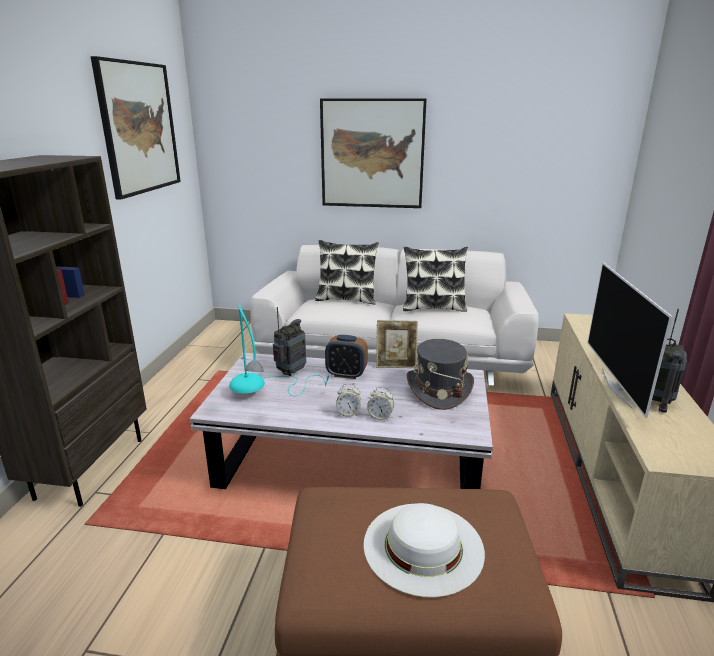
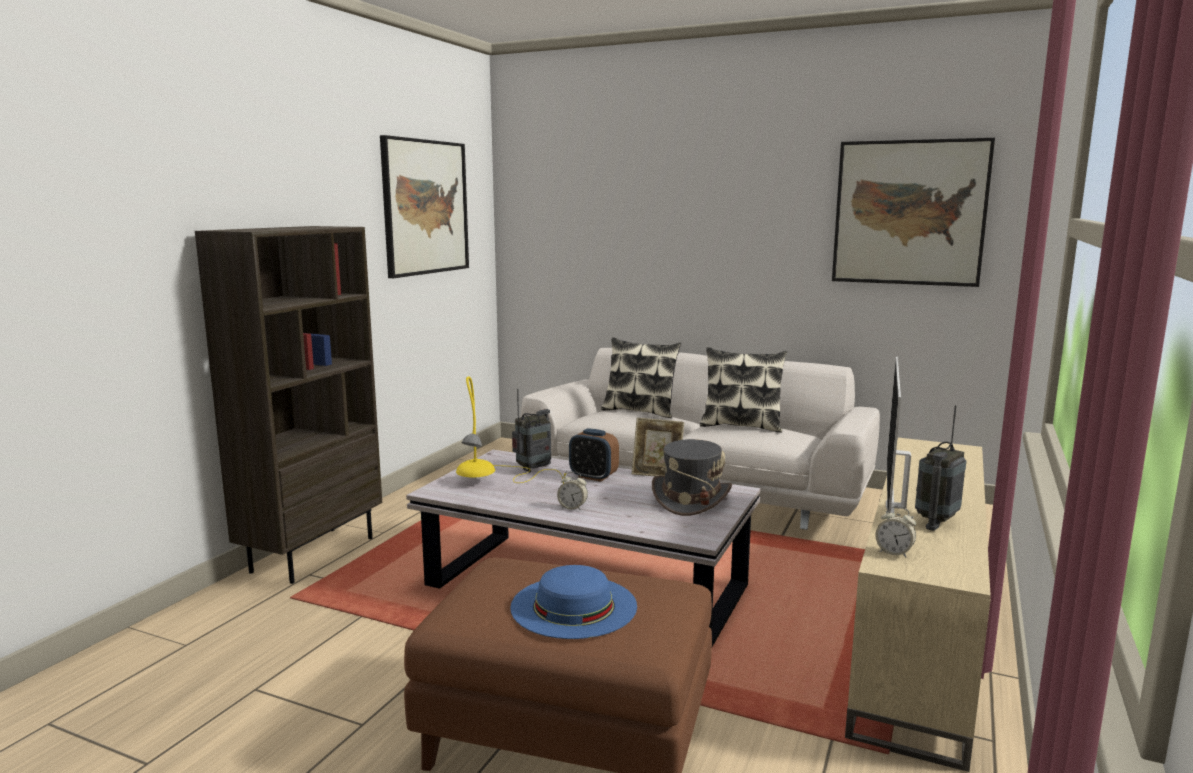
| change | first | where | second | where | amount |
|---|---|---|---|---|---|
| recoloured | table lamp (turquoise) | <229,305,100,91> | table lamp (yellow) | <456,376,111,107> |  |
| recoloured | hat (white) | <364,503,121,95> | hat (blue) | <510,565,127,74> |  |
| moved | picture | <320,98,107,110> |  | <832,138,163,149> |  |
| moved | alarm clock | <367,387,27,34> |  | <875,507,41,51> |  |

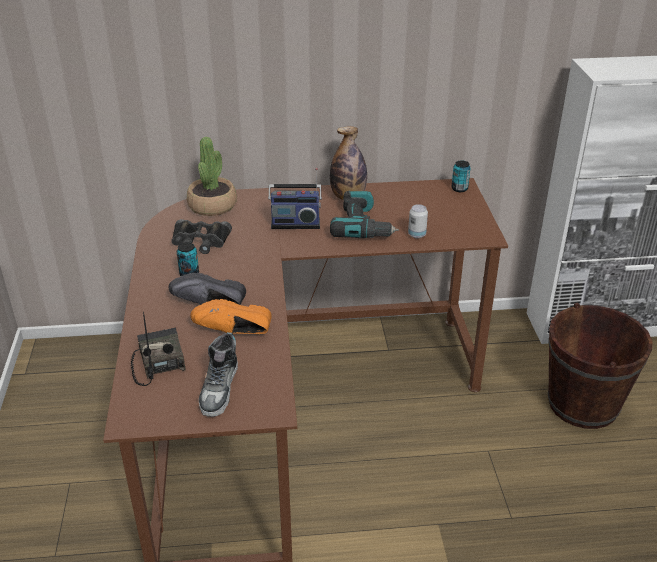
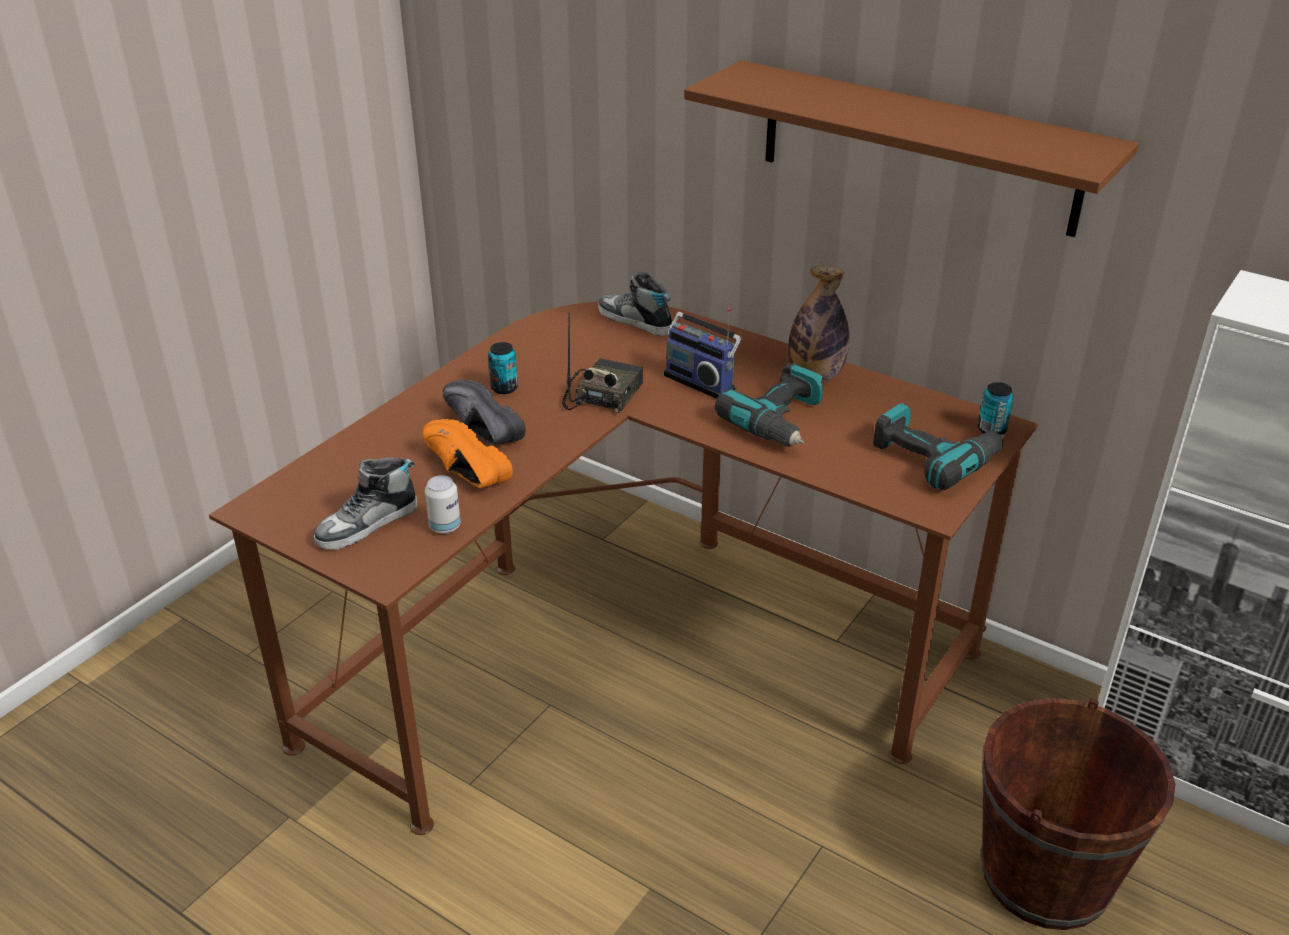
| change | first | where | second | where | amount |
|---|---|---|---|---|---|
| moved | can | <408,204,20,34> |  | <425,475,36,59> |  |
| moved | radio | <131,312,55,74> |  | <562,313,81,100> |  |
| replaced | potted plant | <187,137,50,79> | shoe | <598,272,74,64> |  |
| added |  |  | shelf (brown) | <684,60,455,177> |  |
| added |  |  | power drill | <873,403,131,87> |  |
| removed | binoculars (black) | <171,219,61,35> |  |  |  |

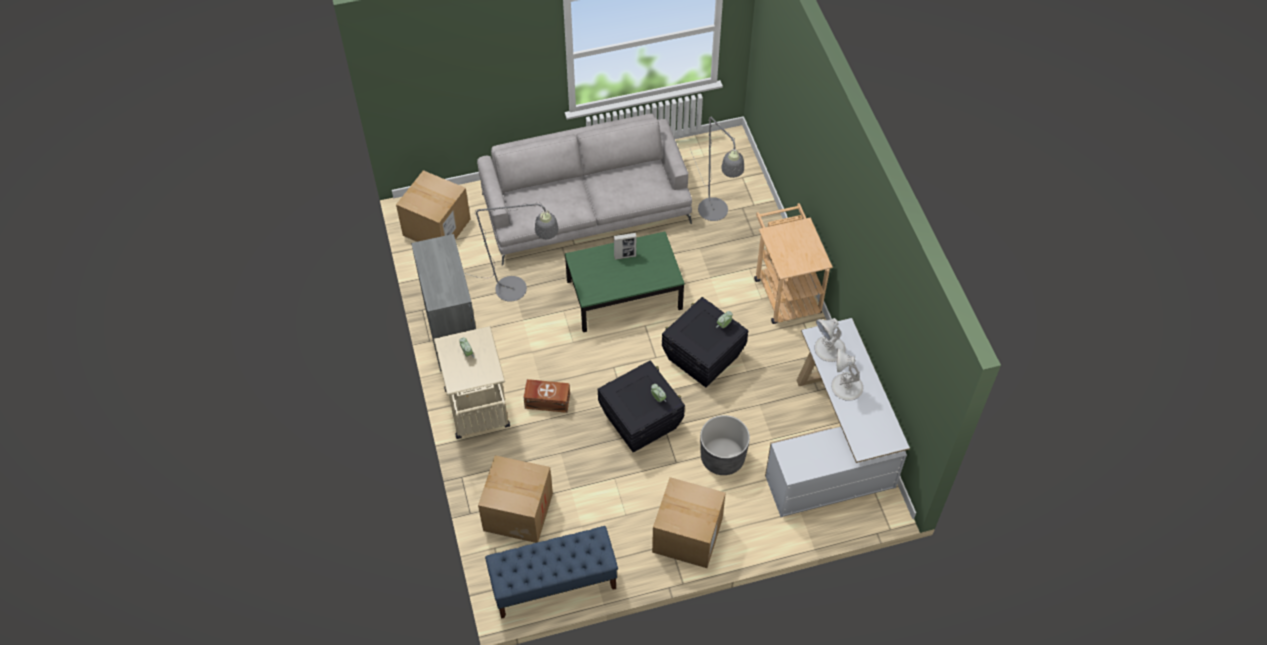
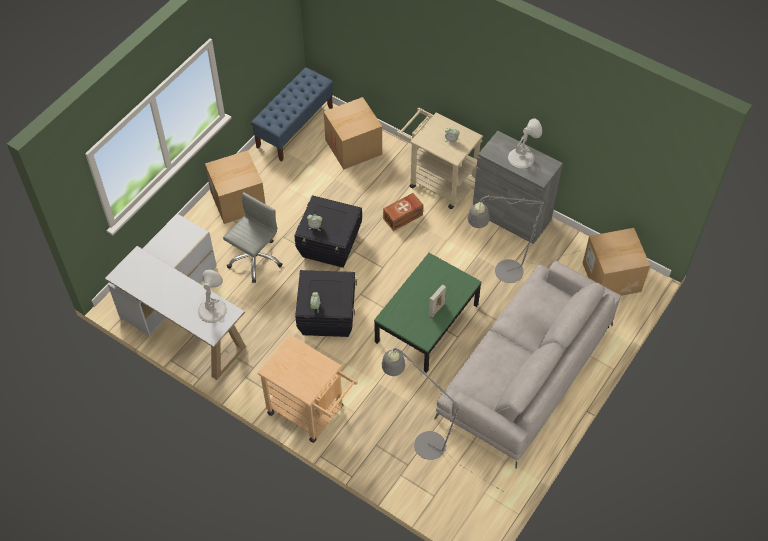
| change | first | where | second | where | amount |
|---|---|---|---|---|---|
| replaced | planter (grey) | <700,415,50,60> | office chair (grey) | <223,192,59,91> |  |
| moved | table lamp (white) | <831,348,32,53> |  | <508,119,34,50> |  |

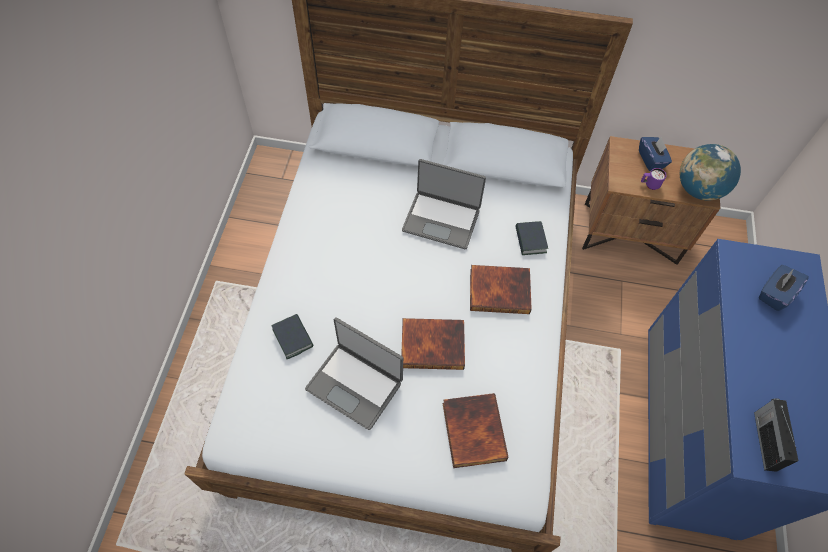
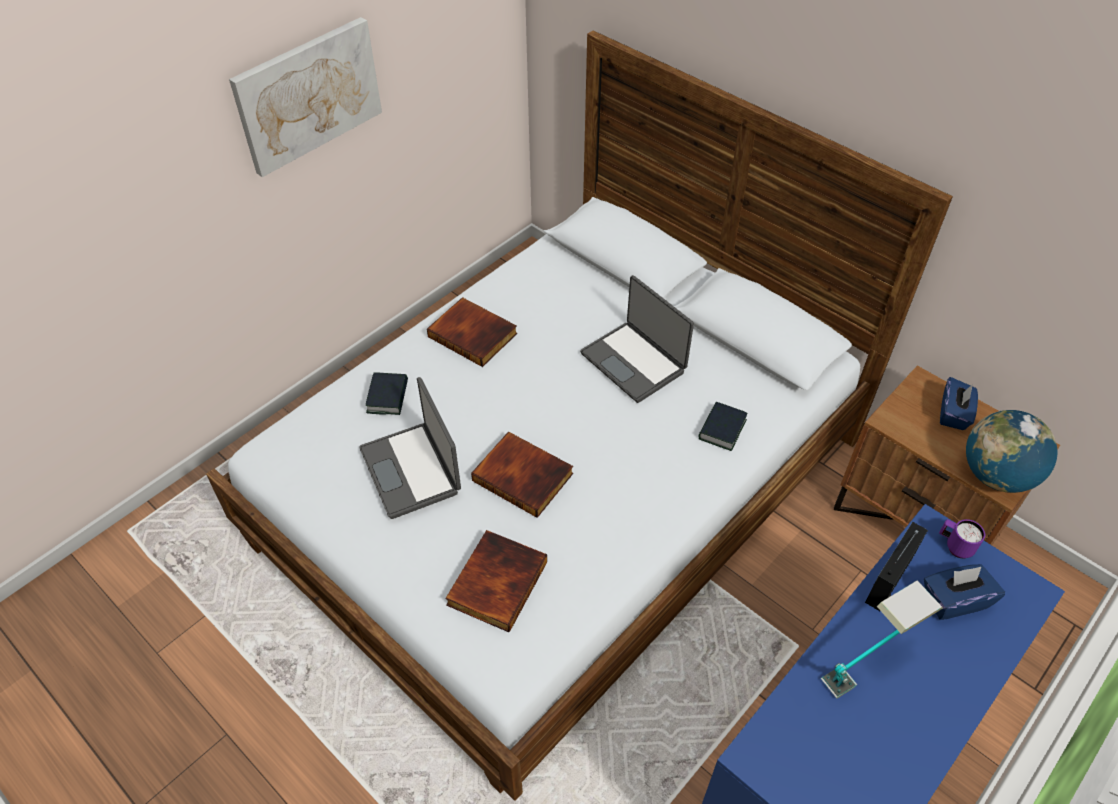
| change | first | where | second | where | amount |
|---|---|---|---|---|---|
| added |  |  | picture | <229,17,153,160> |  |
| moved | book | <470,265,62,49> |  | <427,297,90,70> |  |
| added |  |  | table lamp | <821,580,122,118> |  |
| moved | radio | <754,398,44,74> |  | <865,522,63,89> |  |
| moved | mug (purple) | <641,168,25,22> |  | <939,519,46,39> |  |

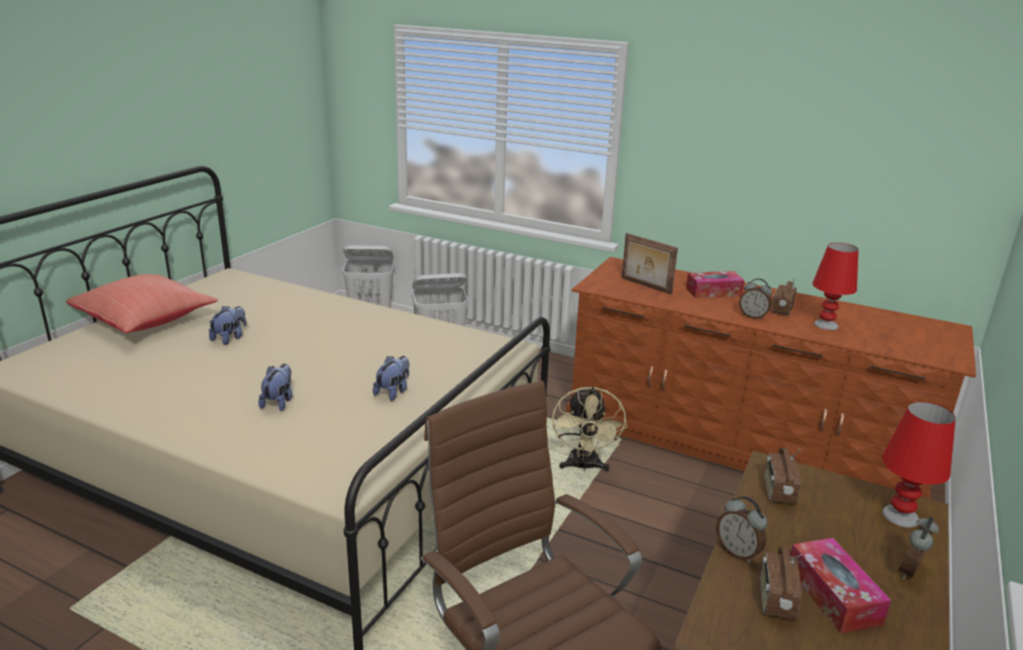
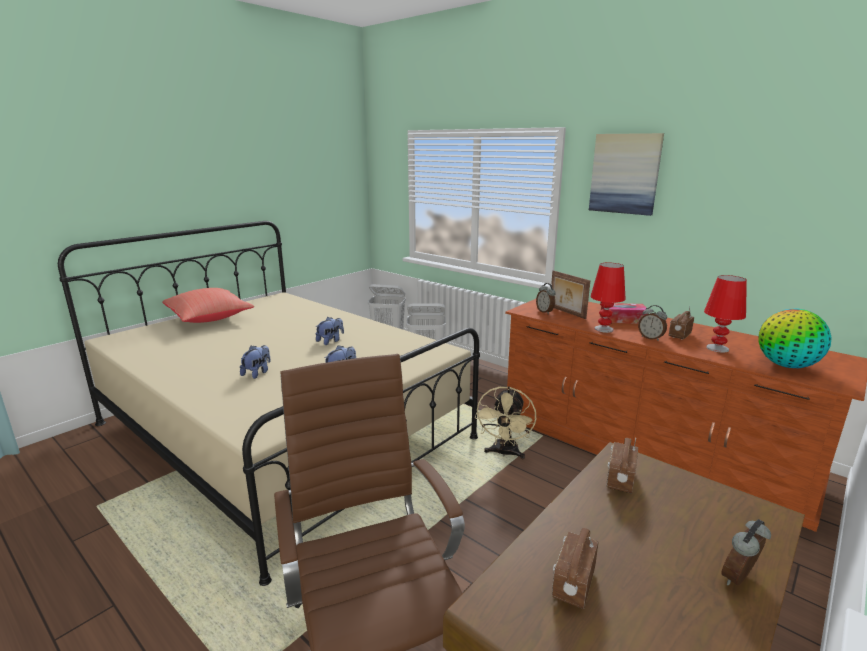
| change | first | where | second | where | amount |
|---|---|---|---|---|---|
| moved | plush toy | <209,306,38,39> |  | <315,317,29,28> |  |
| moved | alarm clock | <716,496,51,67> |  | <536,283,20,31> |  |
| added |  |  | picture | <589,133,75,83> |  |
| moved | table lamp (red) | <882,401,74,127> |  | <590,263,36,70> |  |
| added |  |  | globe | <758,309,74,59> |  |
| removed | tissue box | <790,538,101,95> |  |  |  |

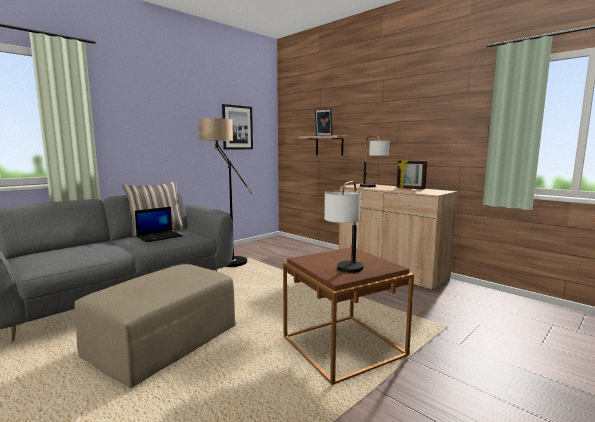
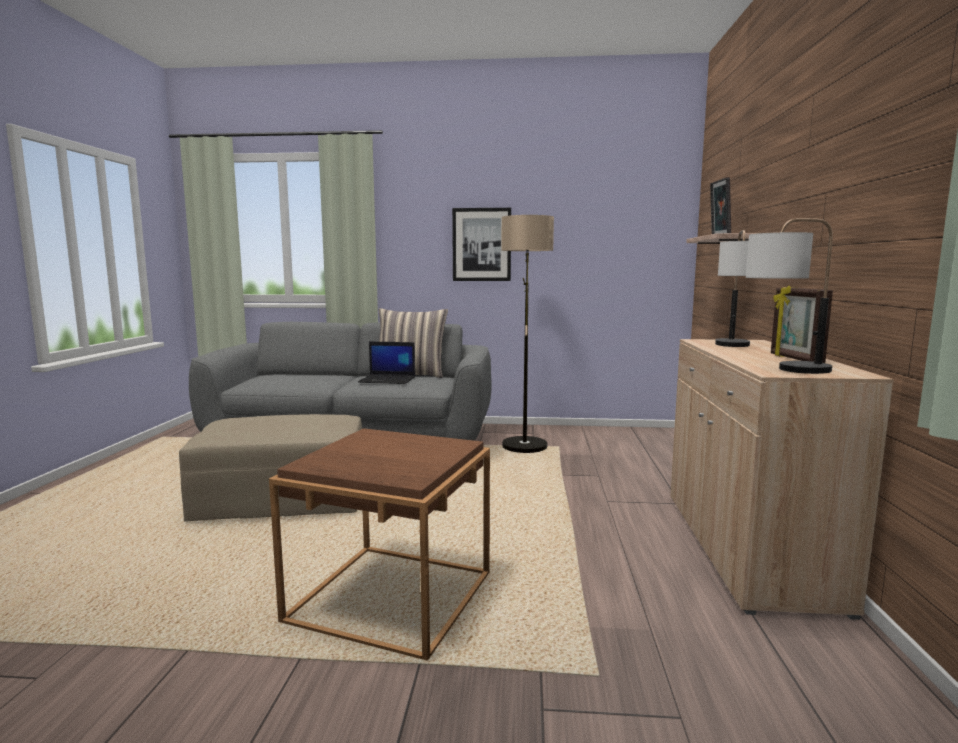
| change | first | where | second | where | amount |
|---|---|---|---|---|---|
| moved | picture | <222,104,31,45> |  | <452,208,59,73> |  |
| moved | table lamp | <324,181,39,92> |  | <746,218,87,156> |  |

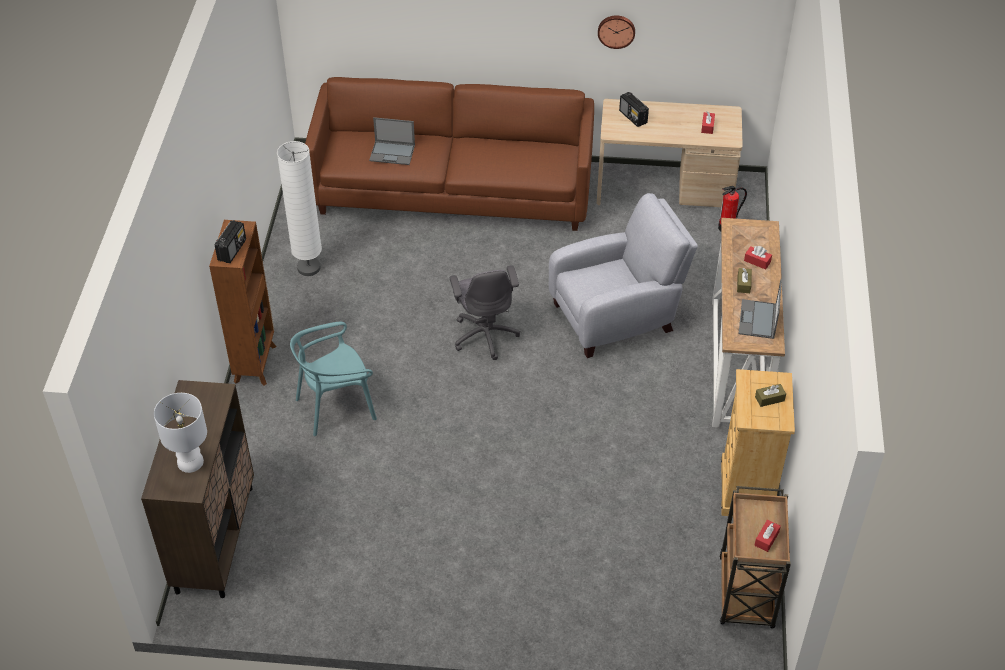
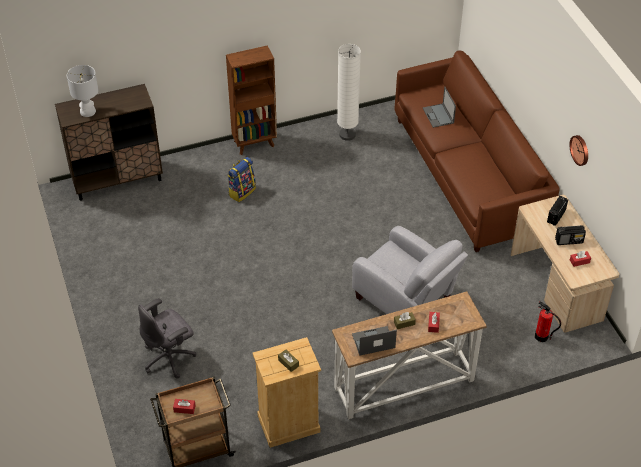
| change | first | where | second | where | amount |
|---|---|---|---|---|---|
| moved | office chair (grey) | <450,265,70,95> |  | <138,298,58,81> |  |
| replaced | chair (turquoise) | <290,322,87,114> | backpack | <228,157,28,45> |  |
| moved | radio | <215,220,31,43> |  | <555,225,31,20> |  |

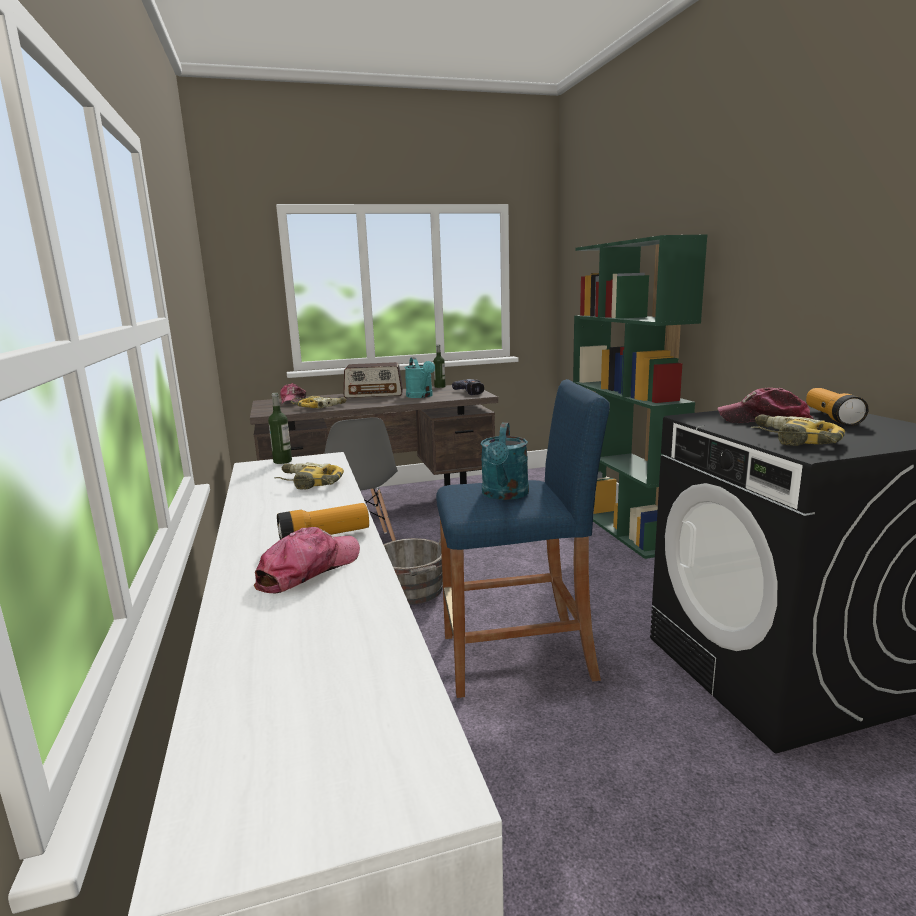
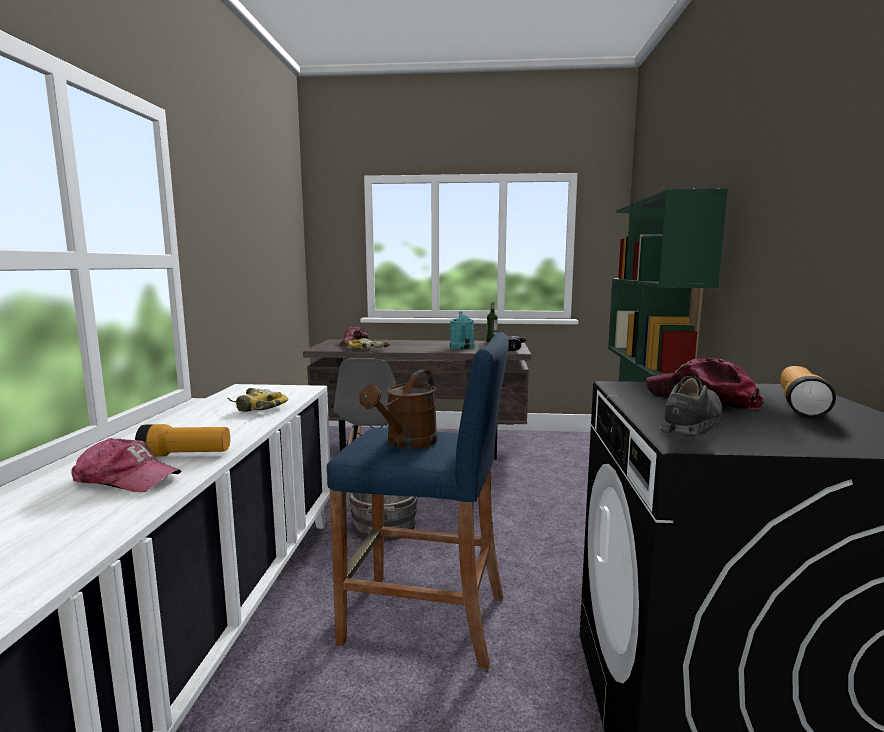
| change | first | where | second | where | amount |
|---|---|---|---|---|---|
| turned | cap | <254,527,106,66> |  | <71,438,110,54> | 45 degrees clockwise |
| recoloured | watering can (turquoise) | <481,422,48,78> | watering can (brown) | <359,370,79,79> |  |
| replaced | power drill | <751,415,94,31> | shoe (grey) | <660,376,62,60> |  |
| removed | bottle | <268,393,24,71> |  |  |  |
| removed | radio | <344,362,59,36> |  |  |  |

